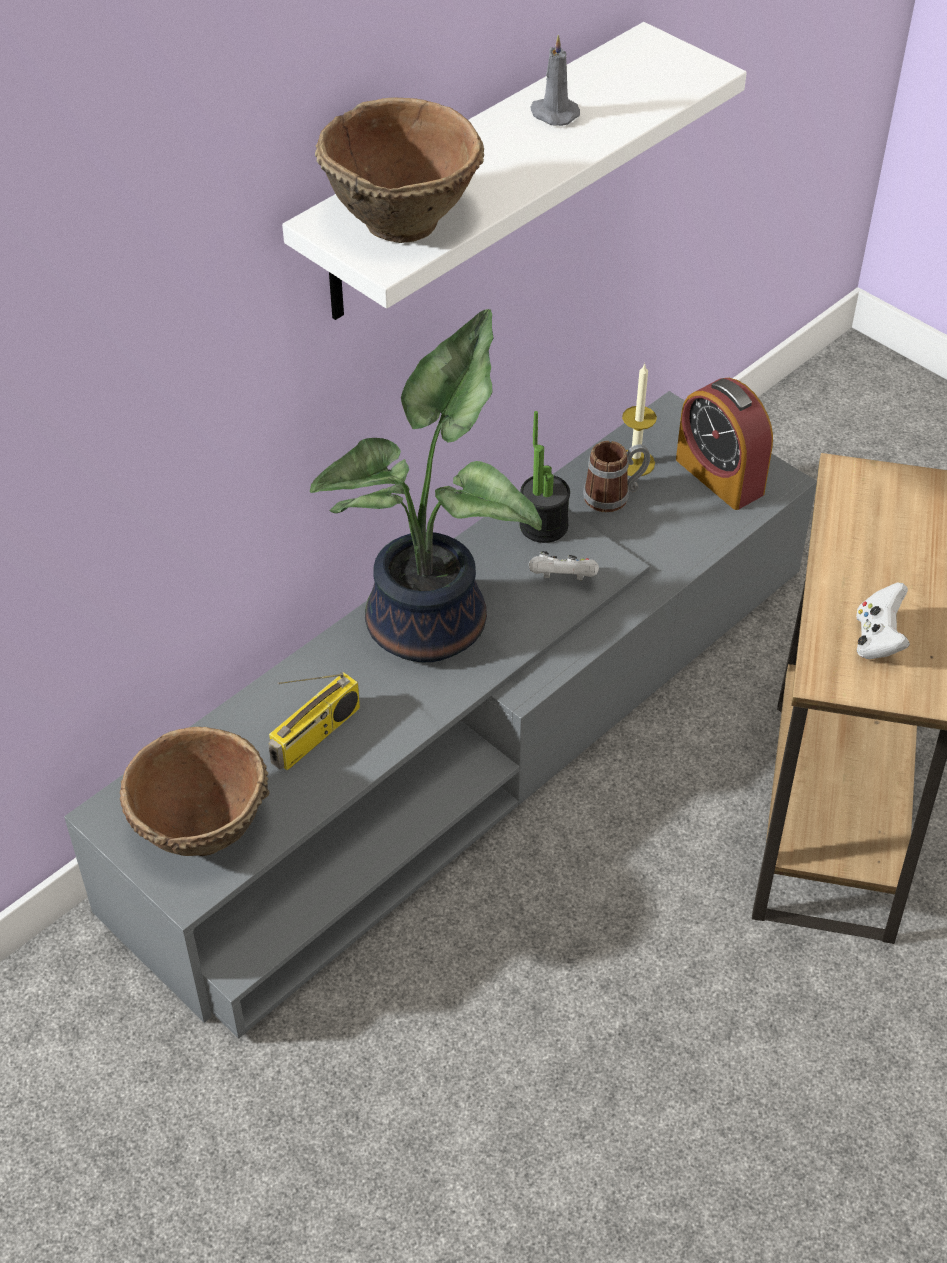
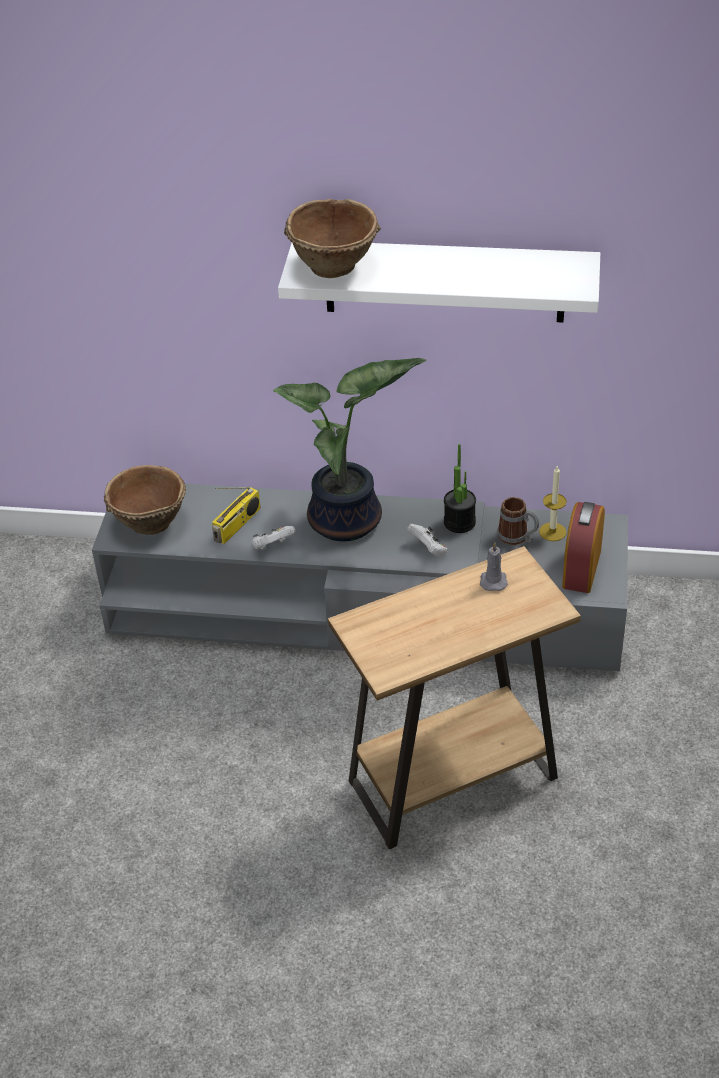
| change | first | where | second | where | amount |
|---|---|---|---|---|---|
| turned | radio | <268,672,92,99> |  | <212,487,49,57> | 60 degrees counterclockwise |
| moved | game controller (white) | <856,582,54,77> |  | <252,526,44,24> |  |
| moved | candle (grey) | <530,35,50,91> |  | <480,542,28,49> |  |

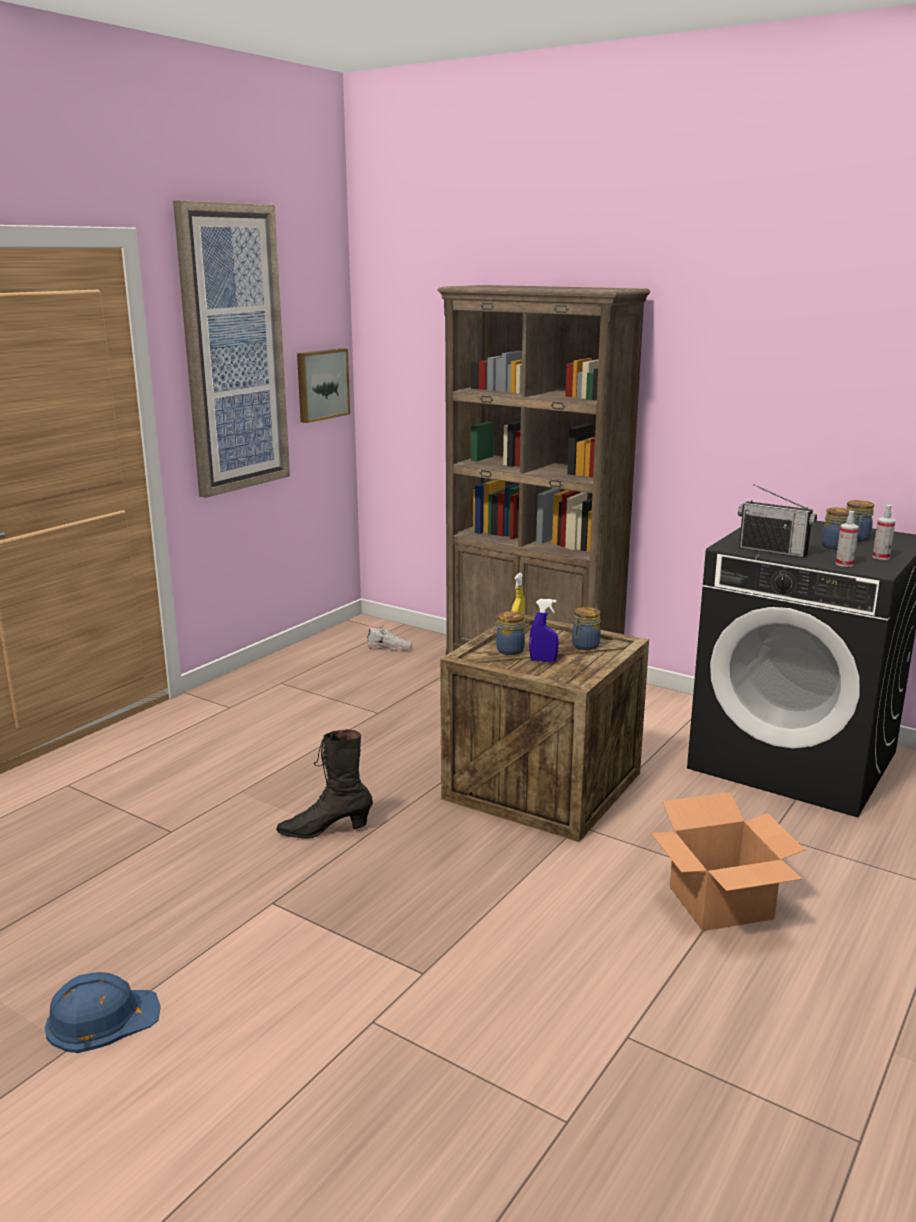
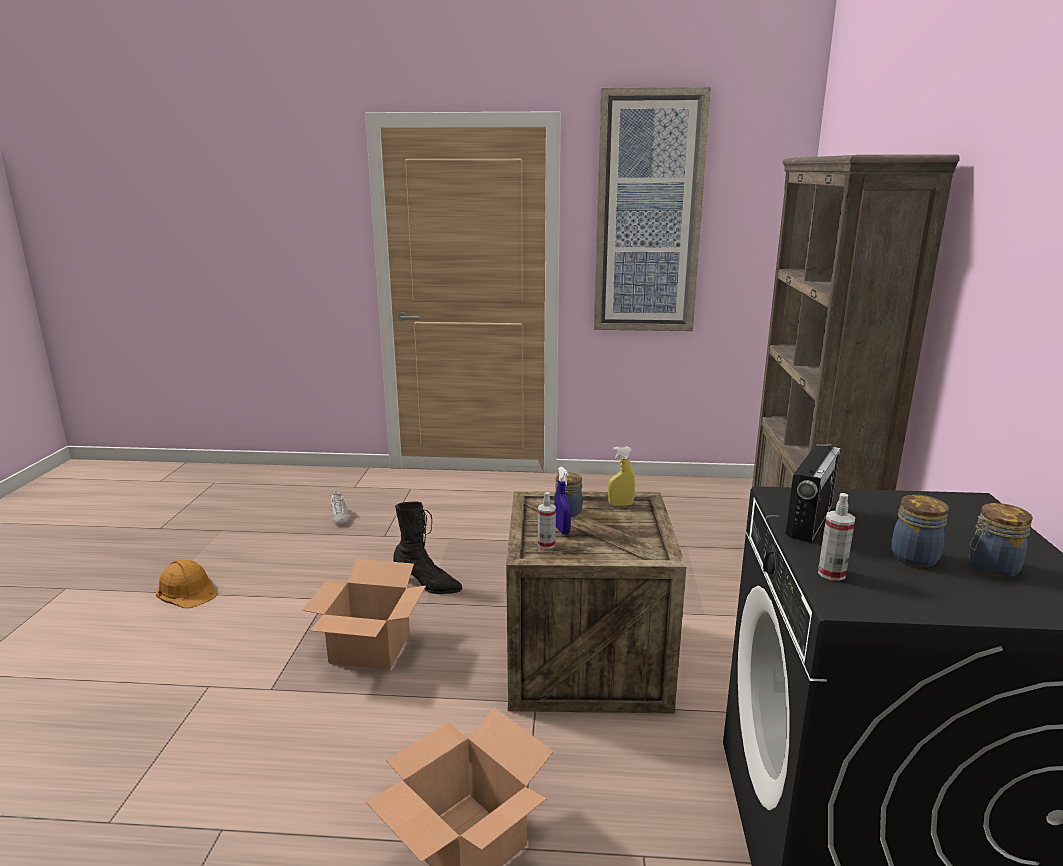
| change | first | where | second | where | amount |
|---|---|---|---|---|---|
| recoloured | hard hat (blue) | <45,972,116,81> | hard hat (orange) | <156,559,61,49> |  |
| added |  |  | cardboard box | <302,559,124,111> |  |
| moved | shoe (white) | <367,626,45,25> |  | <331,491,19,33> |  |
| turned | boot (black) | <276,729,97,110> |  | <393,501,70,93> | 150 degrees clockwise |
| moved | spray bottle | <872,505,24,55> |  | <538,492,18,57> |  |
| turned | radio | <738,484,79,74> |  | <785,444,56,99> | 150 degrees counterclockwise |
| removed | picture | <297,348,53,75> |  |  |  |
| removed | jar | <572,607,29,43> |  |  |  |

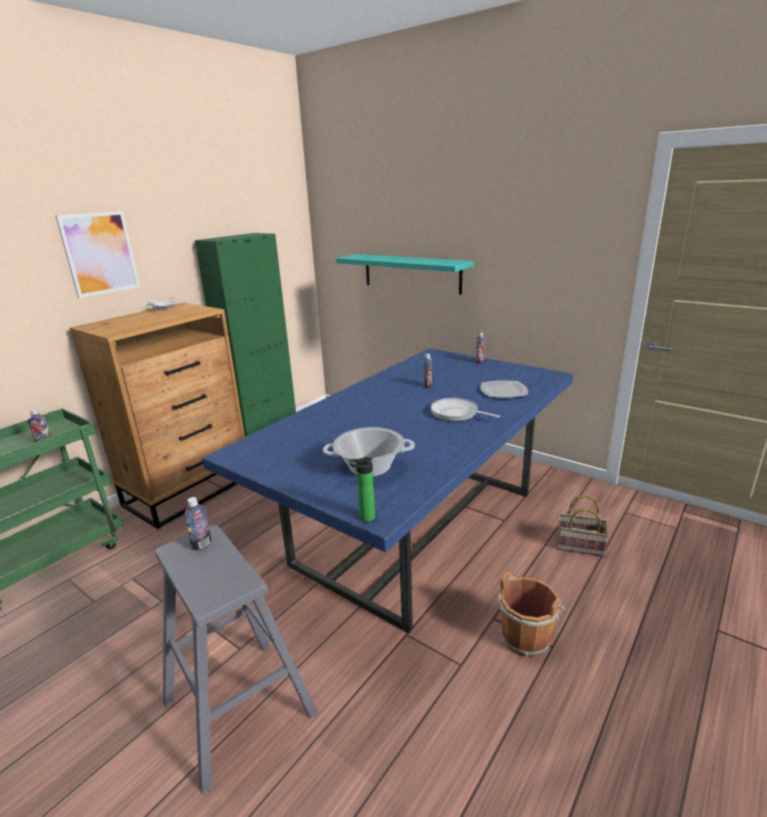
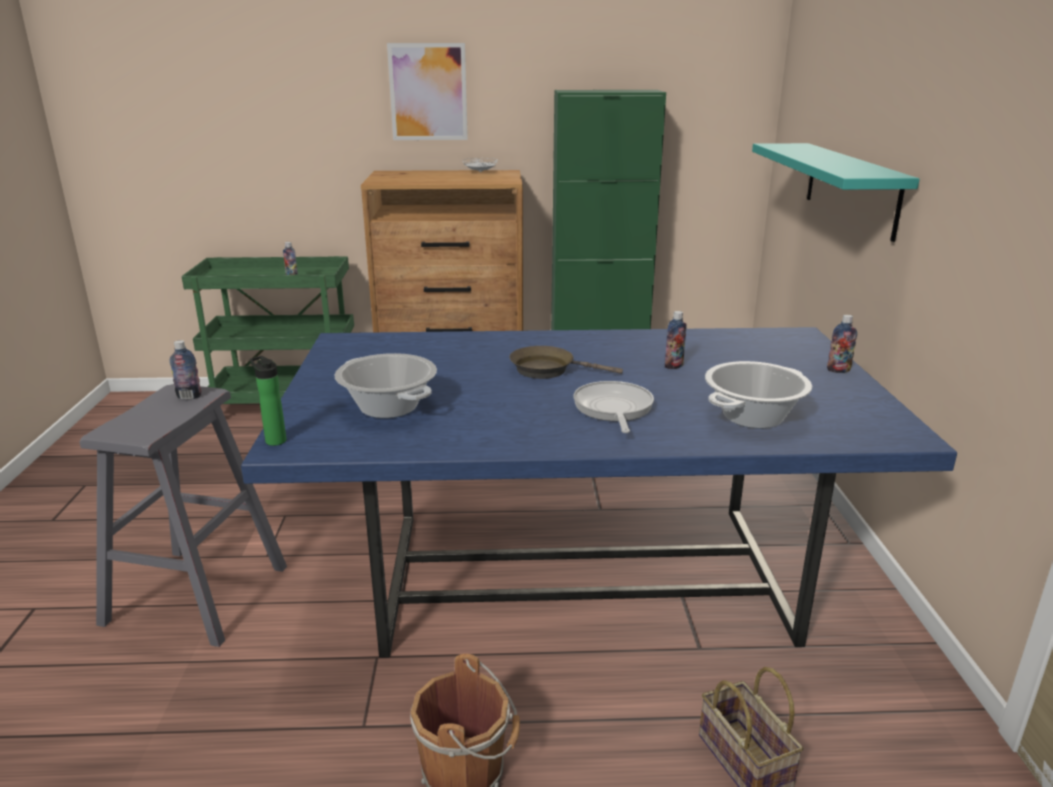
| change | first | where | second | where | amount |
|---|---|---|---|---|---|
| added |  |  | frying pan (brown) | <509,346,114,33> |  |
| replaced | plate | <480,380,48,18> | cooking pot | <705,361,107,67> |  |

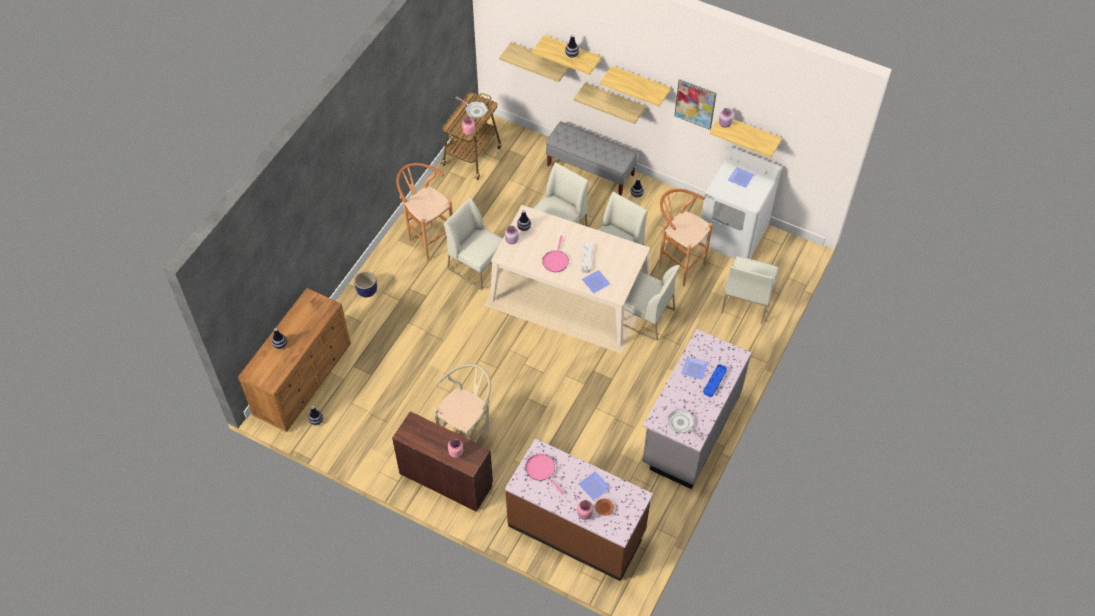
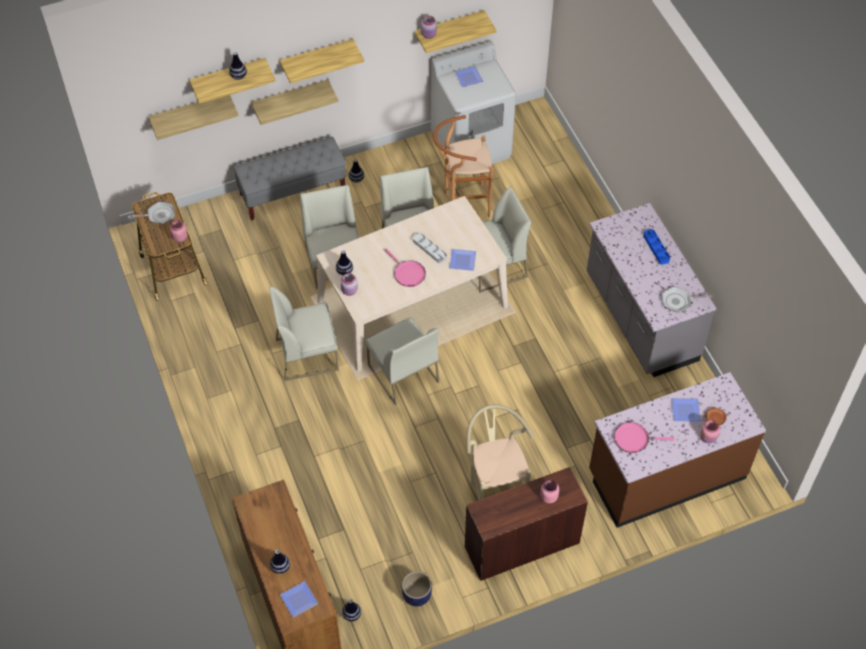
| change | first | where | second | where | amount |
|---|---|---|---|---|---|
| moved | plate | <681,356,27,24> |  | <280,581,38,37> |  |
| moved | chair (white) | <721,256,58,68> |  | <365,317,75,89> |  |
| moved | planter | <354,271,23,26> |  | <402,571,30,35> |  |
| removed | stool (brown) | <396,163,57,98> |  |  |  |
| removed | picture | <674,79,43,51> |  |  |  |

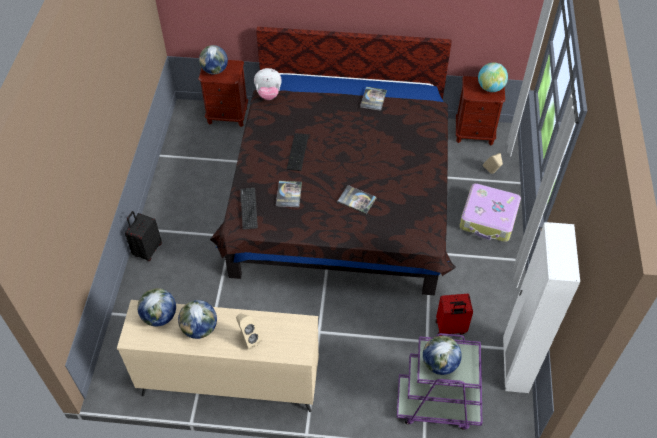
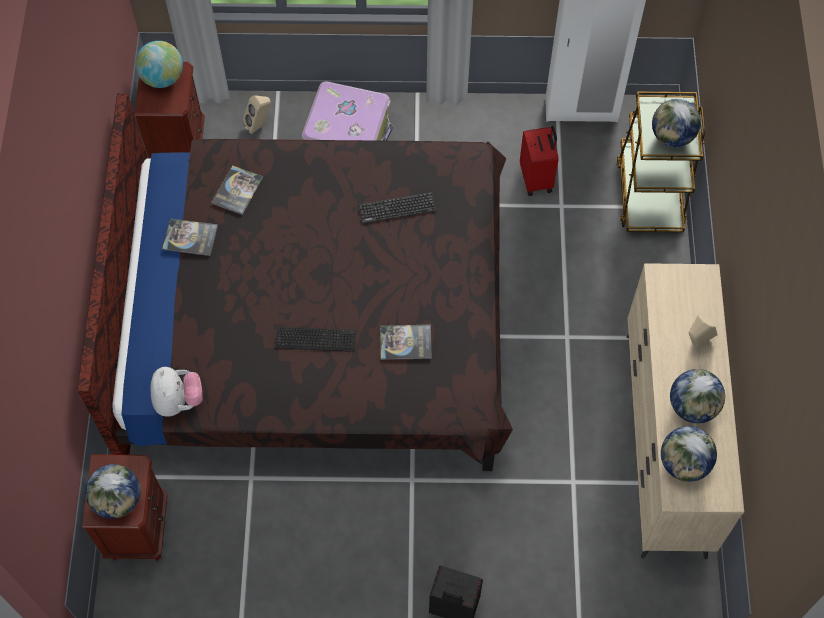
| change | first | where | second | where | amount |
|---|---|---|---|---|---|
| moved | book | <337,185,40,29> |  | <211,166,53,49> |  |
| moved | keyboard | <240,188,18,42> |  | <358,192,78,32> |  |
| recoloured | cart (purple) | <397,333,85,97> | cart (brown) | <617,91,88,141> |  |

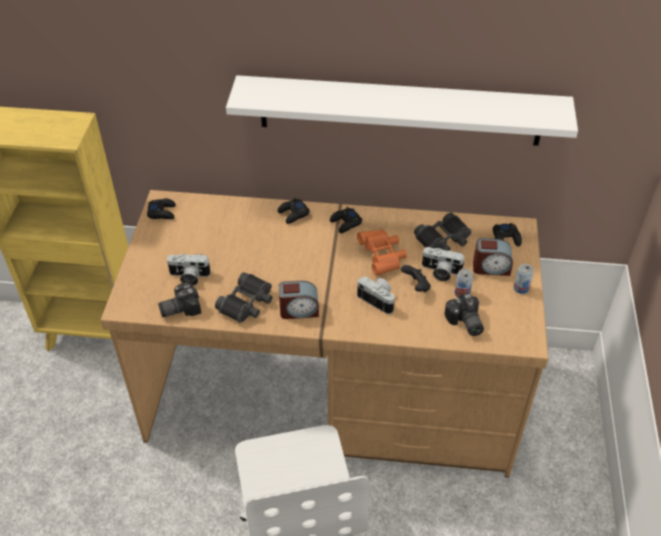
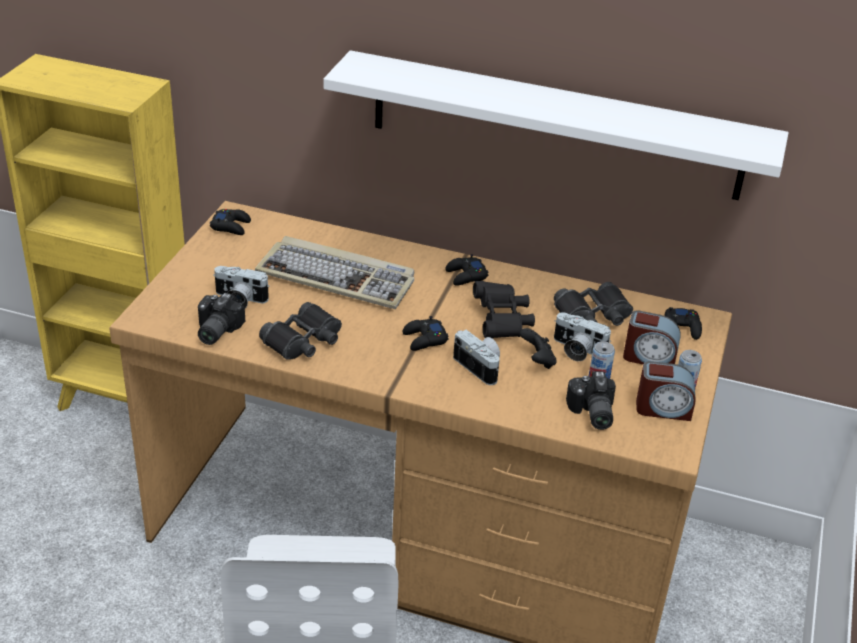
| change | first | where | second | where | amount |
|---|---|---|---|---|---|
| turned | photo camera | <158,282,43,35> |  | <198,293,47,52> | 60 degrees counterclockwise |
| added |  |  | keyboard | <255,236,159,73> |  |
| moved | game controller (black) | <278,198,32,26> |  | <403,316,46,35> |  |
| recoloured | binoculars (orange) | <357,229,50,47> | binoculars (black) | <473,281,62,58> |  |
| moved | alarm clock | <279,281,40,38> |  | <636,361,60,60> |  |

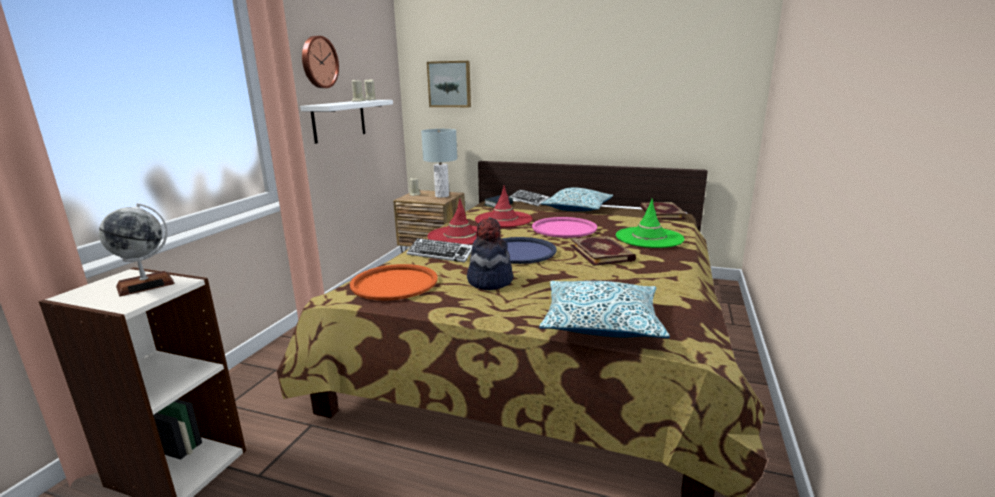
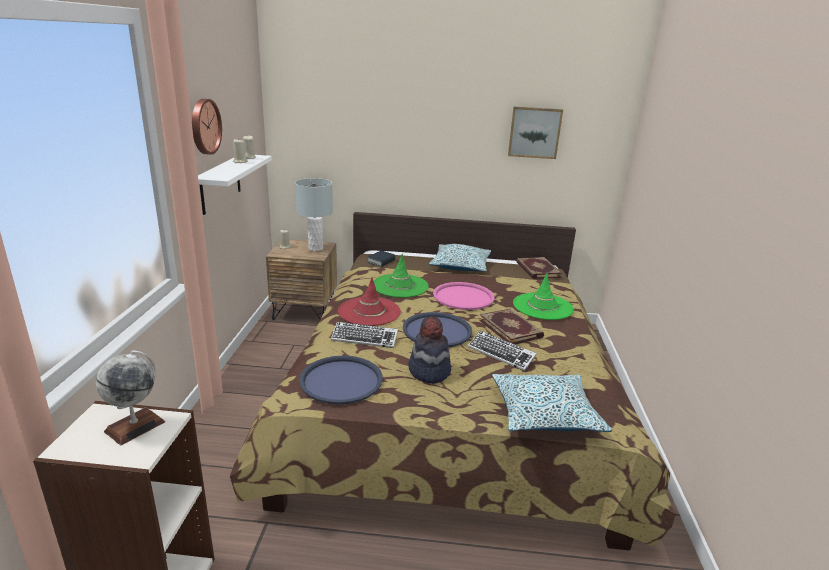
| change | first | where | second | where | amount |
|---|---|---|---|---|---|
| recoloured | tray (orange) | <350,264,88,36> | tray (blue) | <299,356,84,48> |  |
| recoloured | hat (red) | <475,186,57,42> | hat (green) | <374,254,55,44> |  |
| moved | keyboard | <510,190,40,16> |  | <468,331,69,40> |  |
| moved | picture | <427,61,44,46> |  | <508,107,55,52> |  |

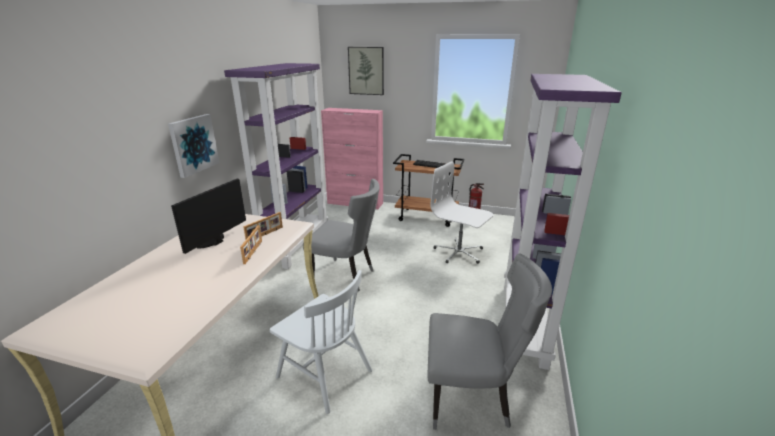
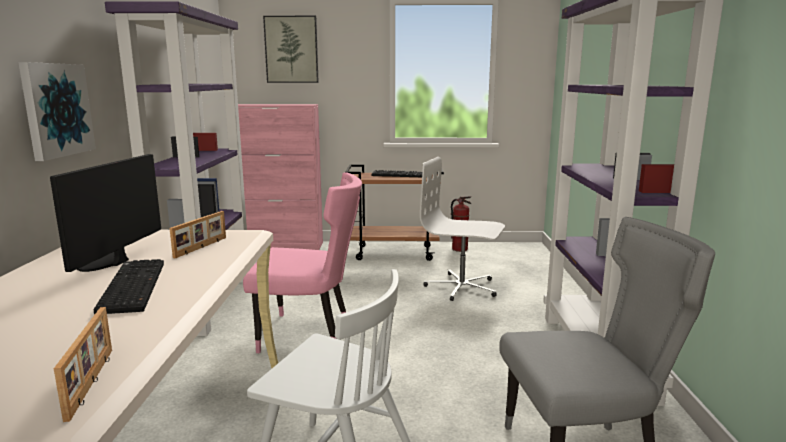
| change | first | where | second | where | amount |
|---|---|---|---|---|---|
| moved | picture frame | <240,225,22,39> |  | <54,307,58,115> |  |
| added |  |  | keyboard | <94,259,70,56> |  |
| recoloured | chair (grey) | <303,179,77,113> | chair (pink) | <243,172,119,181> |  |

